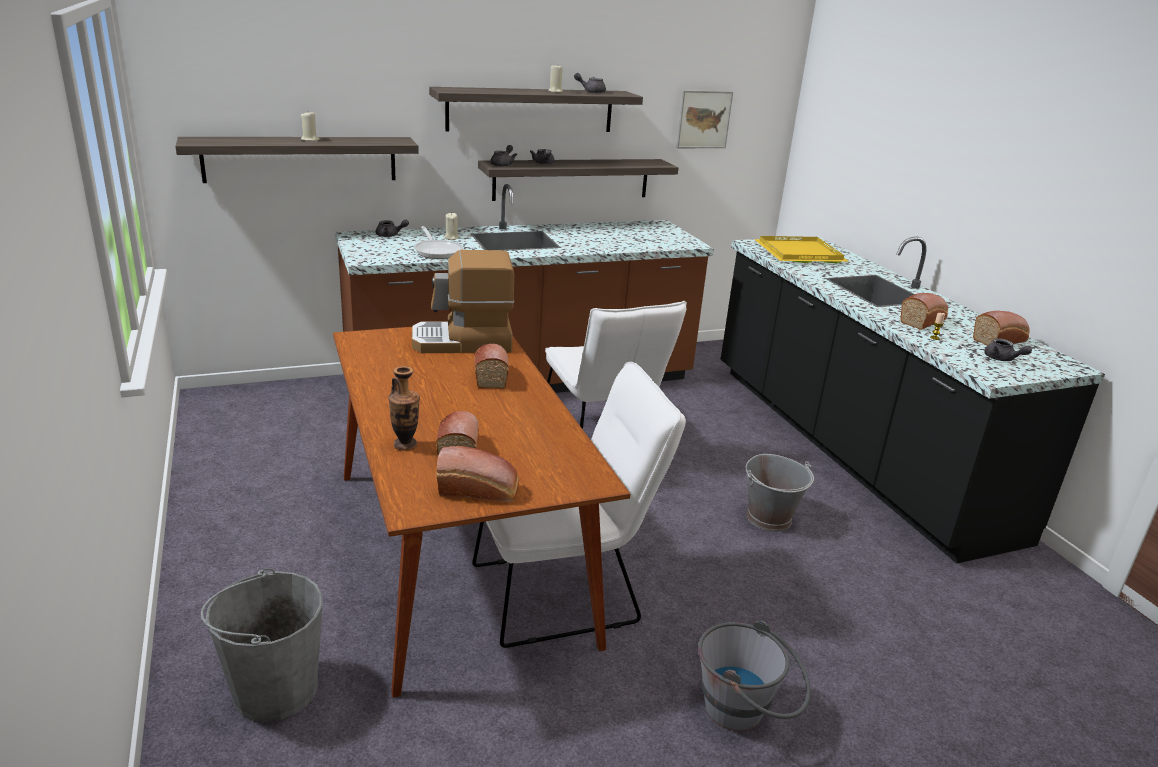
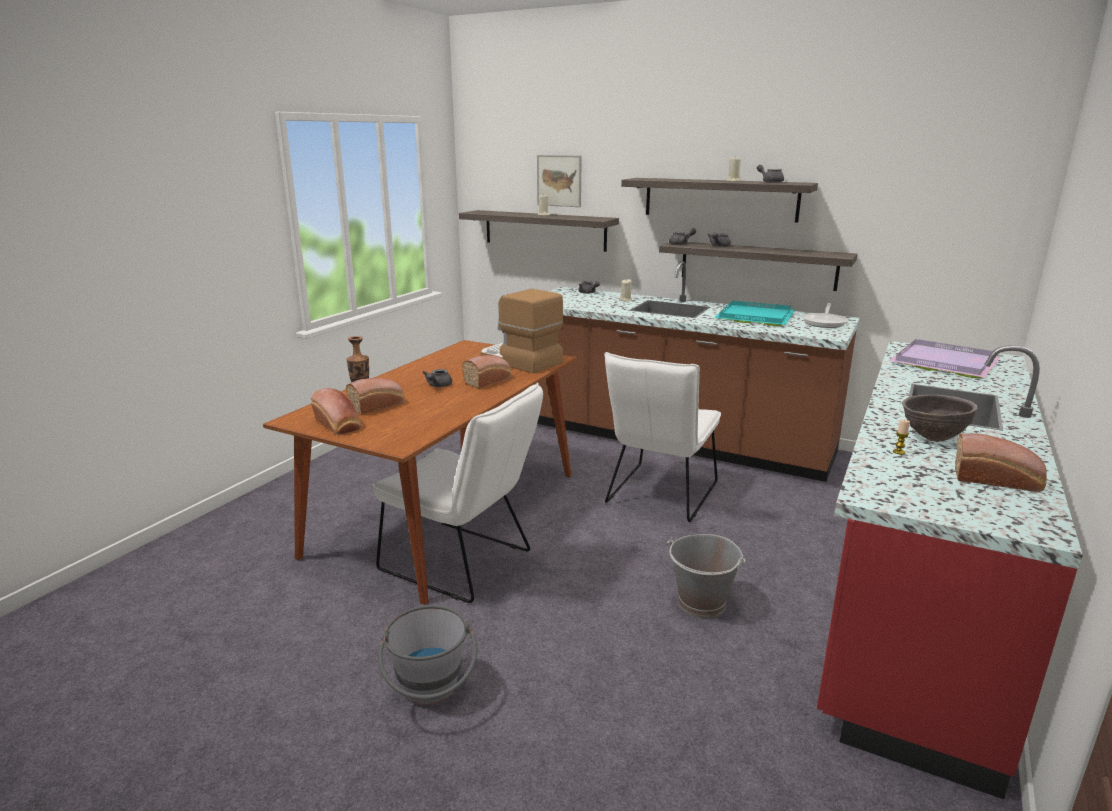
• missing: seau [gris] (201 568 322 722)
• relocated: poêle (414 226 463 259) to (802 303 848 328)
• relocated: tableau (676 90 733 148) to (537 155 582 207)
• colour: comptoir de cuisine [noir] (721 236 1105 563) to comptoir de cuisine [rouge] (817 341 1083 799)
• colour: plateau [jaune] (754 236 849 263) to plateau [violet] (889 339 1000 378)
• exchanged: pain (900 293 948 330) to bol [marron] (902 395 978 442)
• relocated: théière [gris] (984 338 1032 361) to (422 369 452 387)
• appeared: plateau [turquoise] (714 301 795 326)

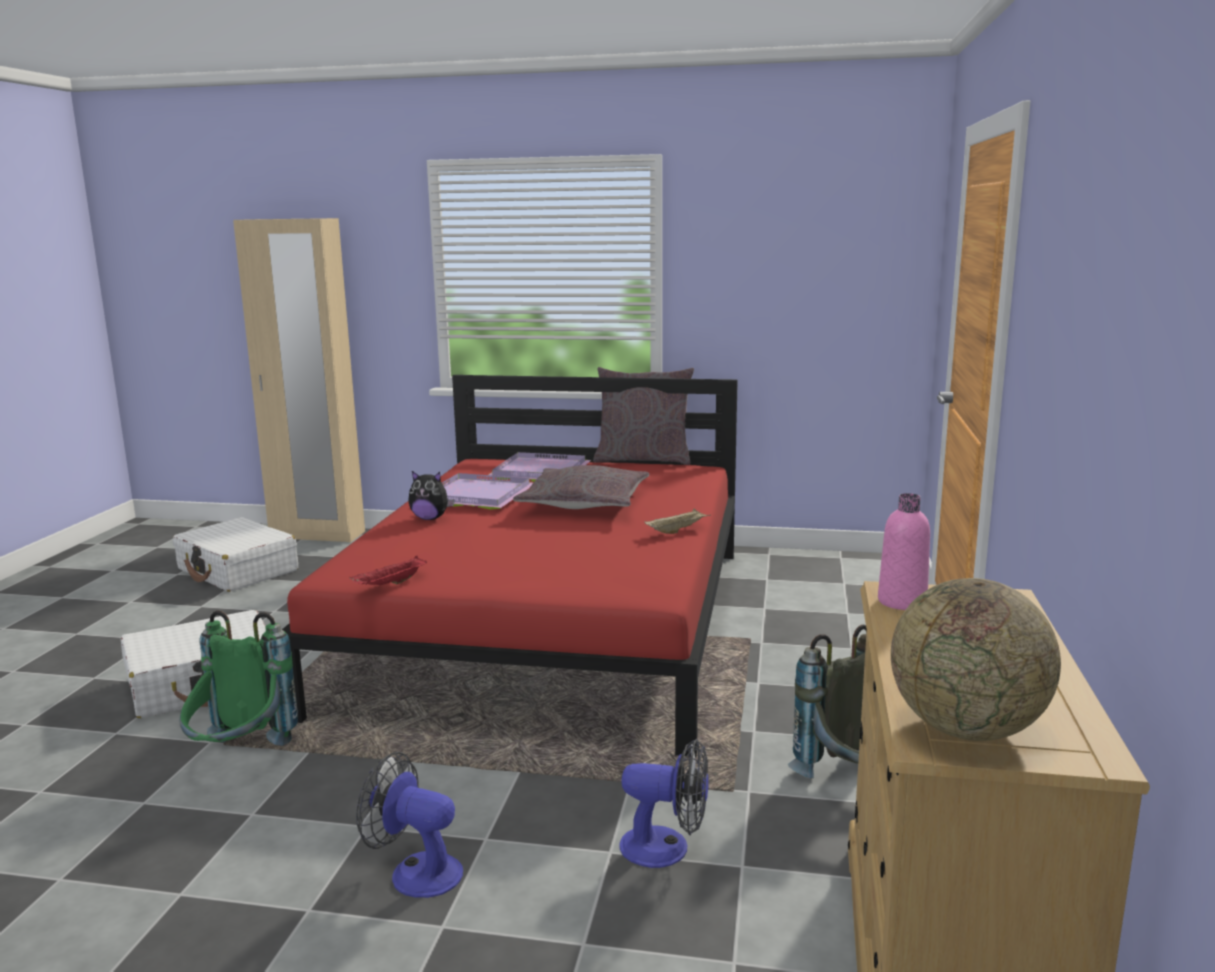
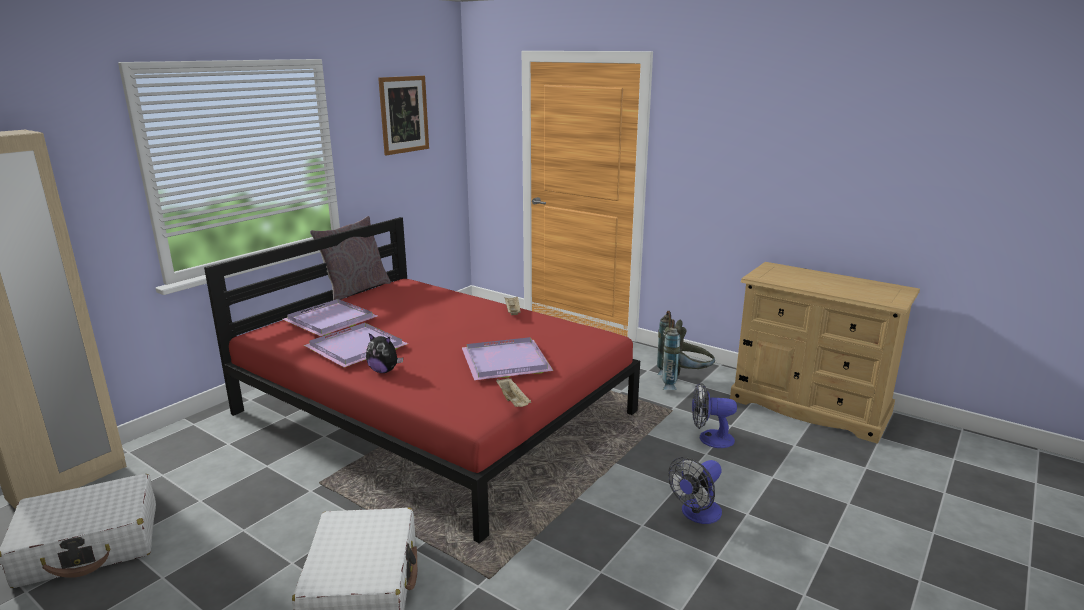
• missing: sac à dos [vert] (180 611 298 746)
• colour: plateau [rouge] (349 556 427 585) to plateau [beige] (496 378 531 407)
• spun: peluche (408 471 454 520) = (366 333 403 373) 75 degrees clockwise
• missing: coussin [gris] (513 465 649 509)
• spun: ventilateur (619 739 709 868) = (692 383 737 448) 120 degrees counterclockwise
• missing: bouteille [rose] (878 493 930 610)
• missing: globe (891 578 1061 741)
• appeared: tableau (378 76 429 155)
• appeared: plateau [violet] (462 337 554 380)

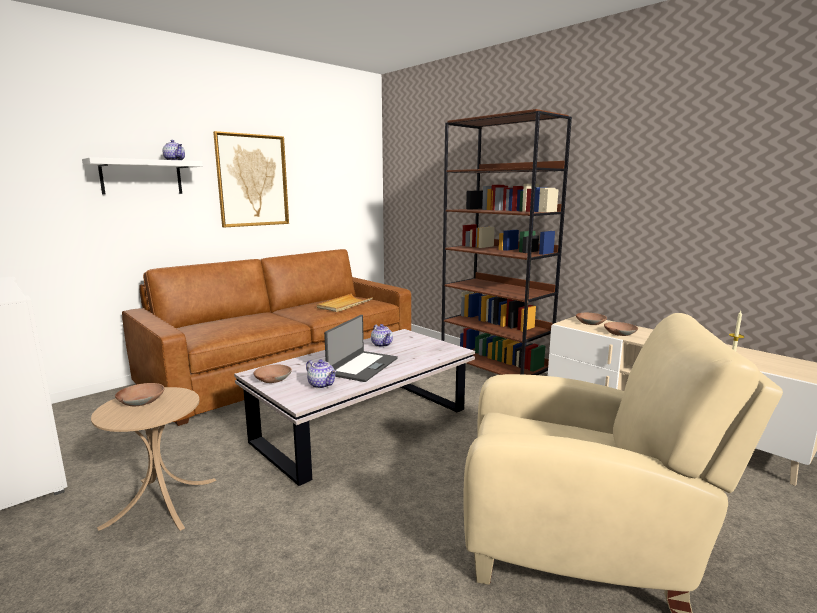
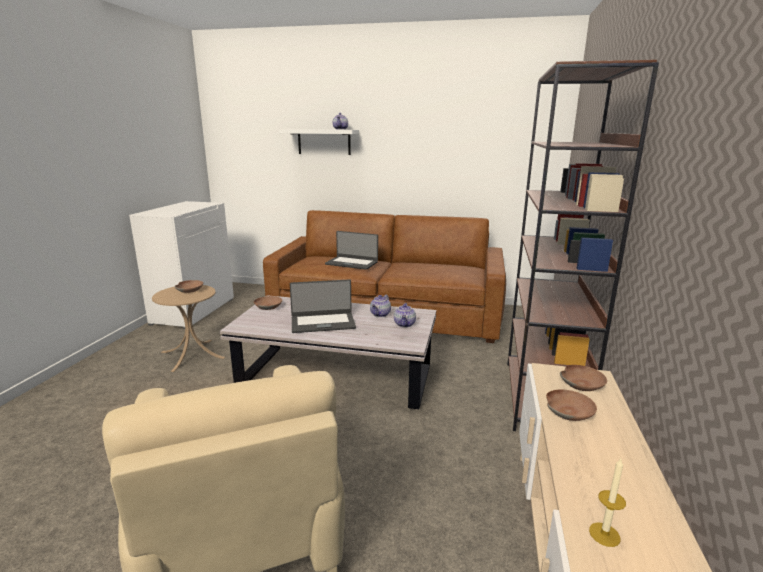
• missing: tableau (213 131 289 227)
• relocated: théière (306 359 337 389) to (394 303 416 328)
• missing: plateau [beige] (317 294 373 312)
• appeared: ordinateur portable (325 231 378 270)

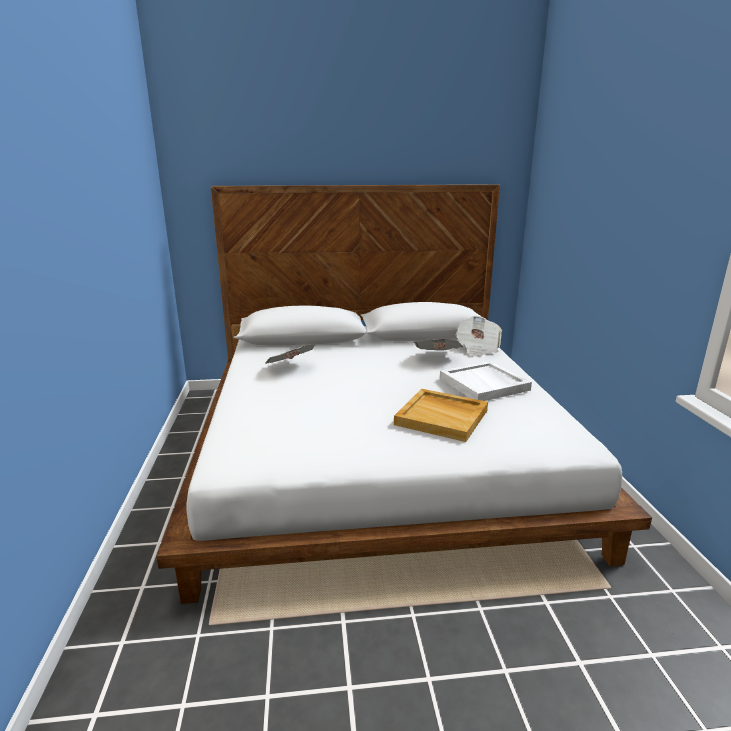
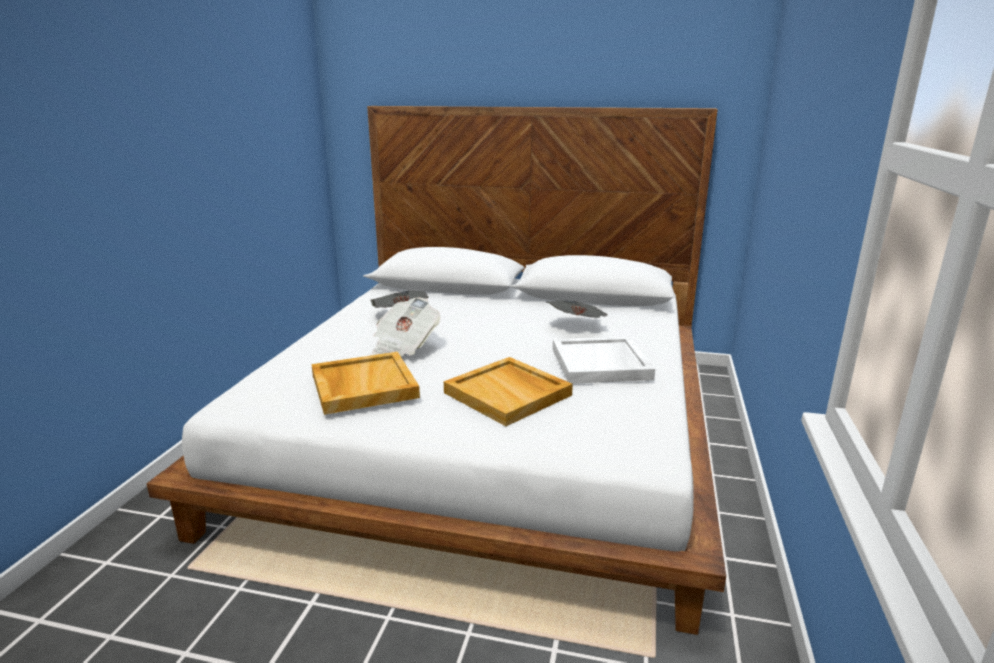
• relocated: journal (456 316 502 357) to (372 297 440 356)
• appeared: plateau [beige] (311 352 420 415)

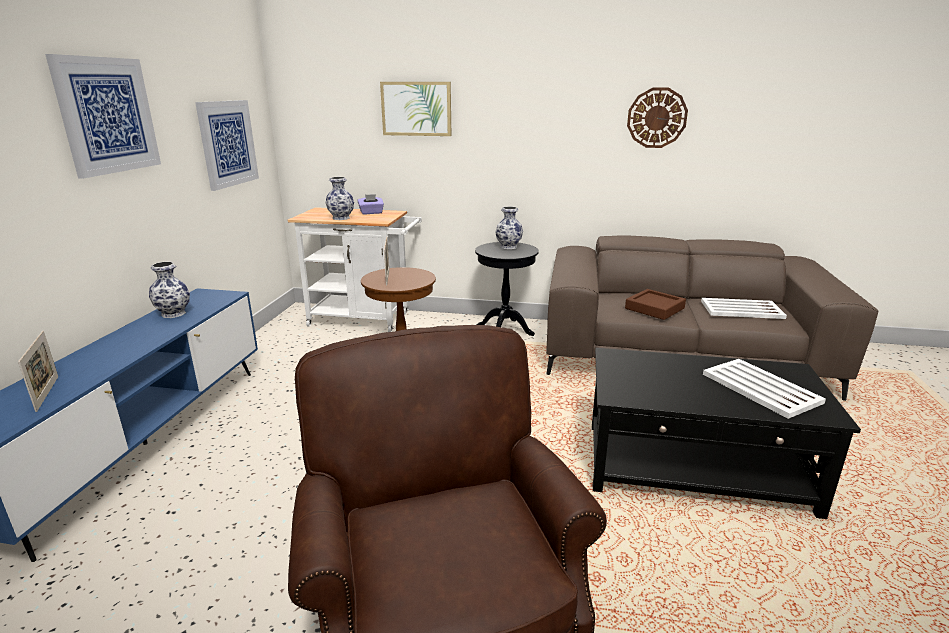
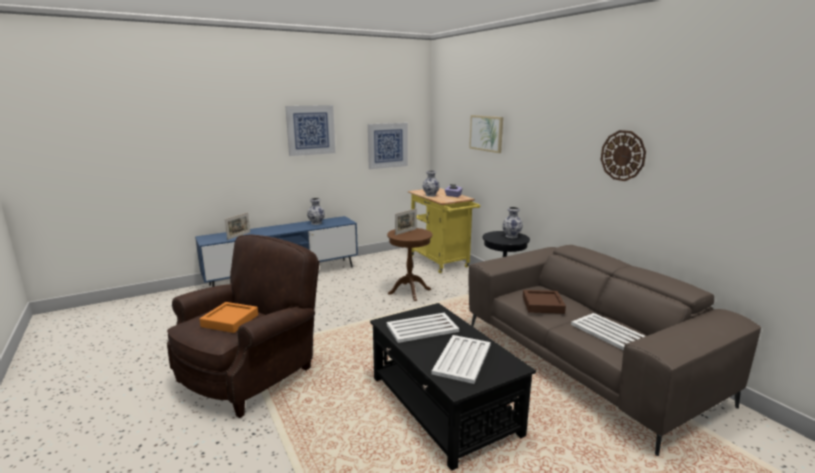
• colour: chariot [blanc] (288 207 422 332) to chariot [jaune] (408 188 480 273)
• appeared: plateau [orange] (199 302 258 333)
• appeared: plateau [blanc] (387 313 459 343)

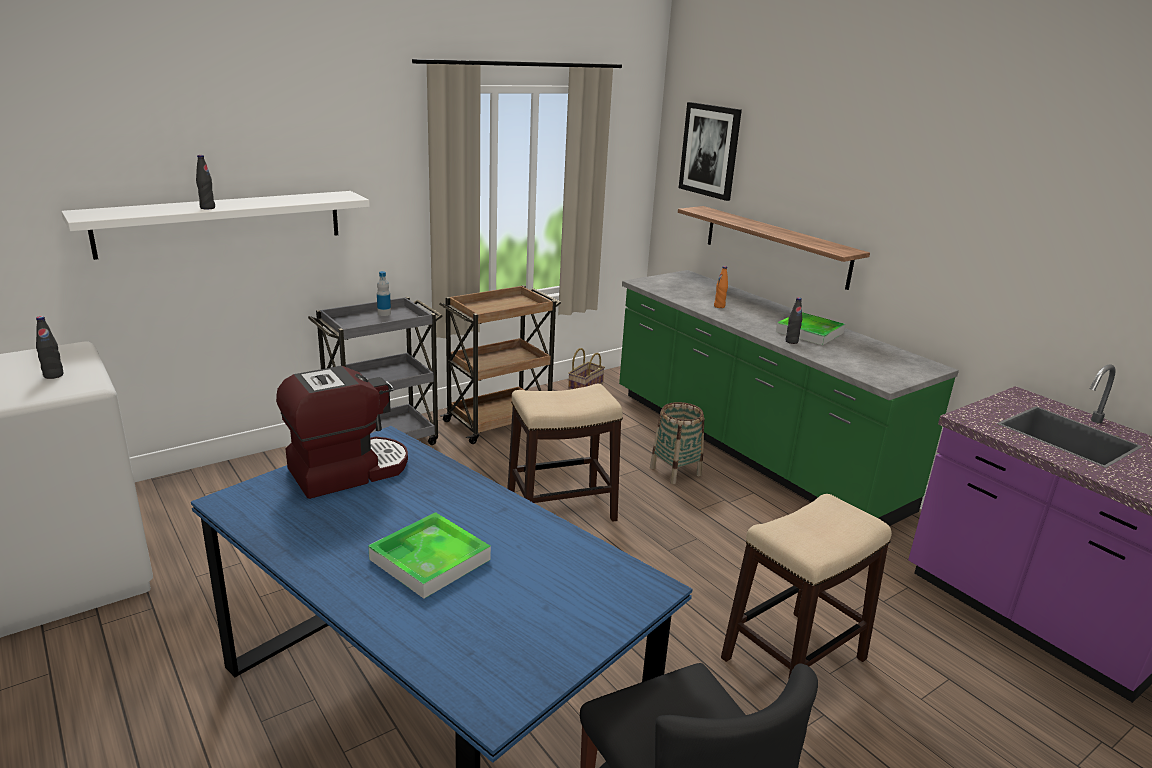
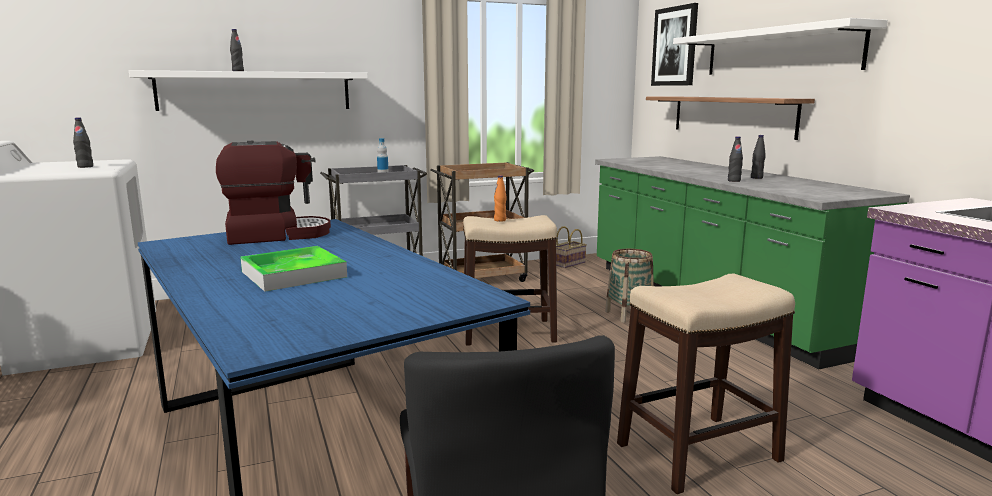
• relocated: bouteille [orange] (714 266 728 308) to (494 176 507 222)
• exchanged: plateau (776 312 845 345) to bouteille [noir] (751 135 766 179)
• appeared: étagère [blanc] (673 18 888 75)

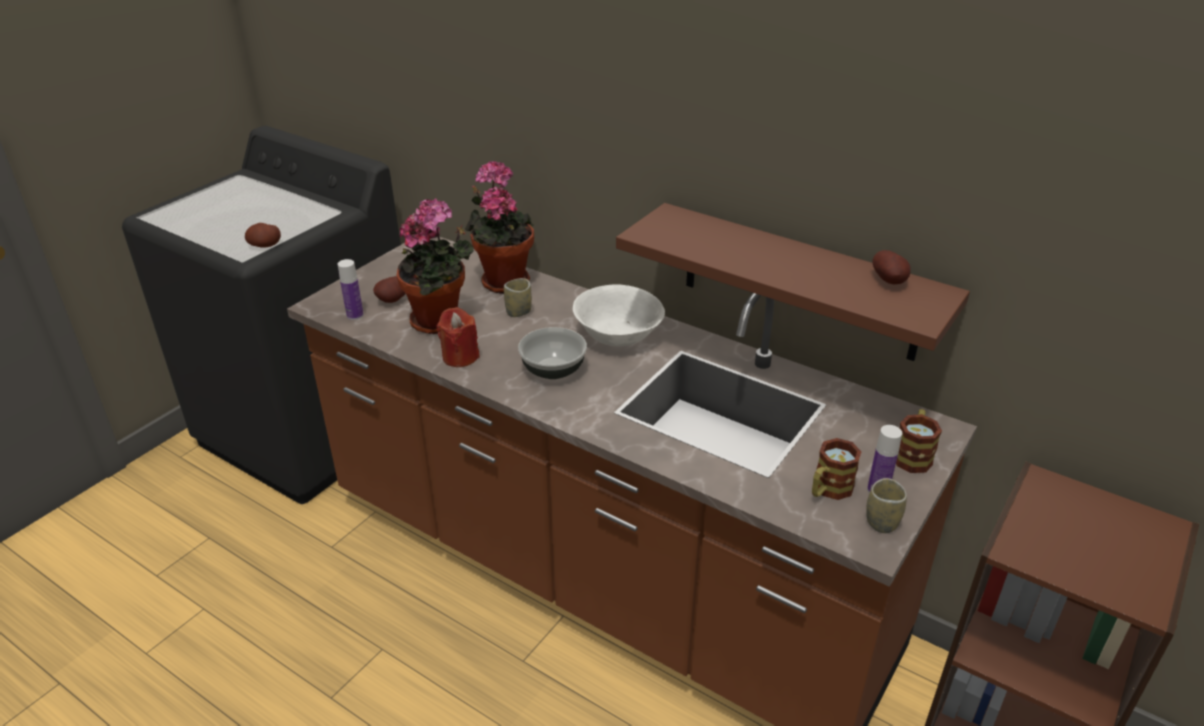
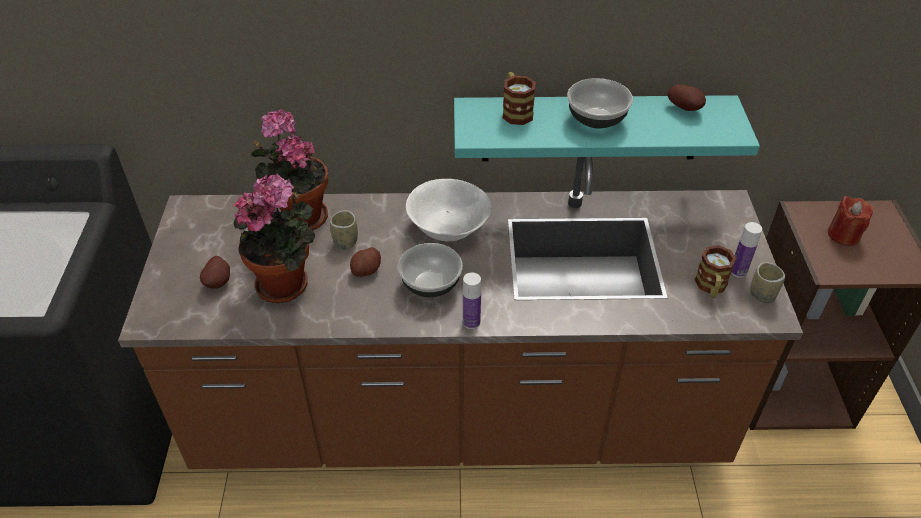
• relocated: pomme de terre (245 223 281 247) to (350 247 381 277)
• relocated: bouteille (338 259 364 320) to (463 272 481 329)
• relocated: bougie [rouge] (437 307 480 367) to (828 196 873 246)
• colour: étagère [marron] (616 203 970 361) to étagère [turquoise] (454 95 760 161)
• relocated: mug (896 409 942 473) to (502 72 536 125)
• appeared: bol (567 78 633 128)

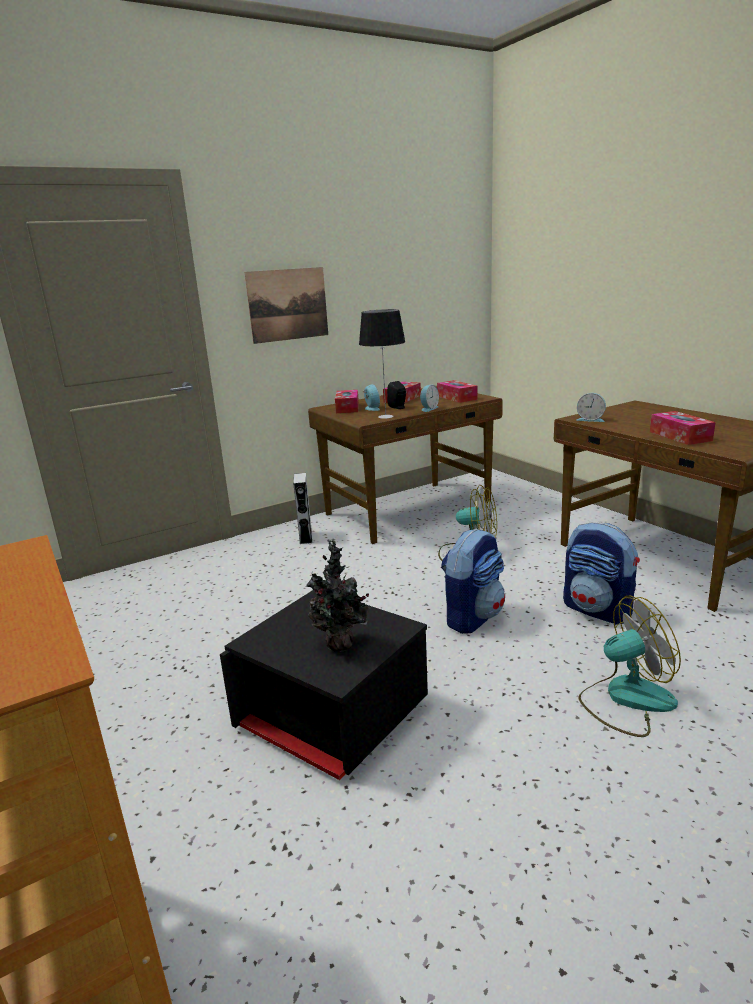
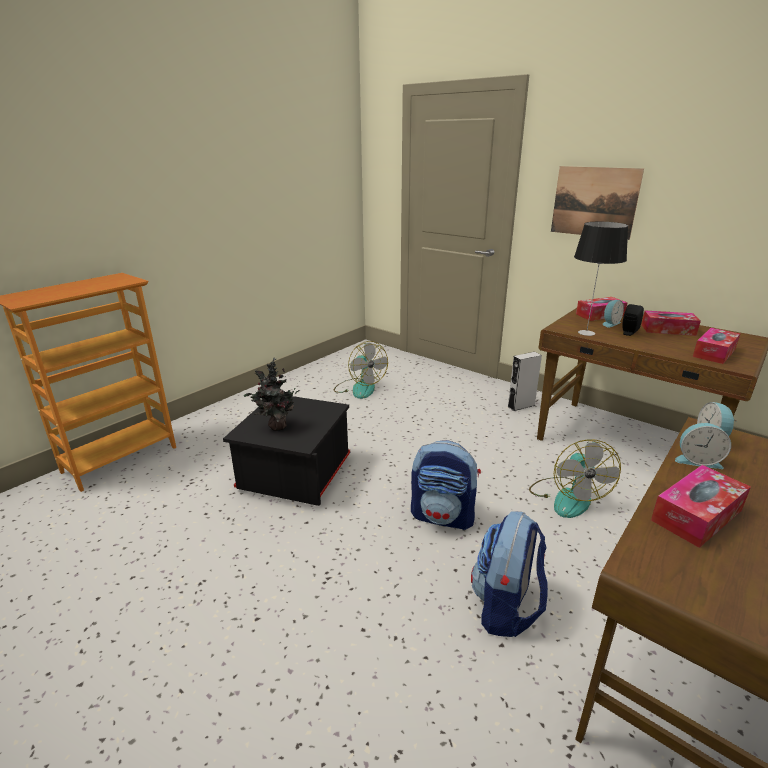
• relocated: réveil (420 385 439 412) to (675 423 731 469)
• relocated: ventilateur (579 595 681 737) to (334 341 388 399)

